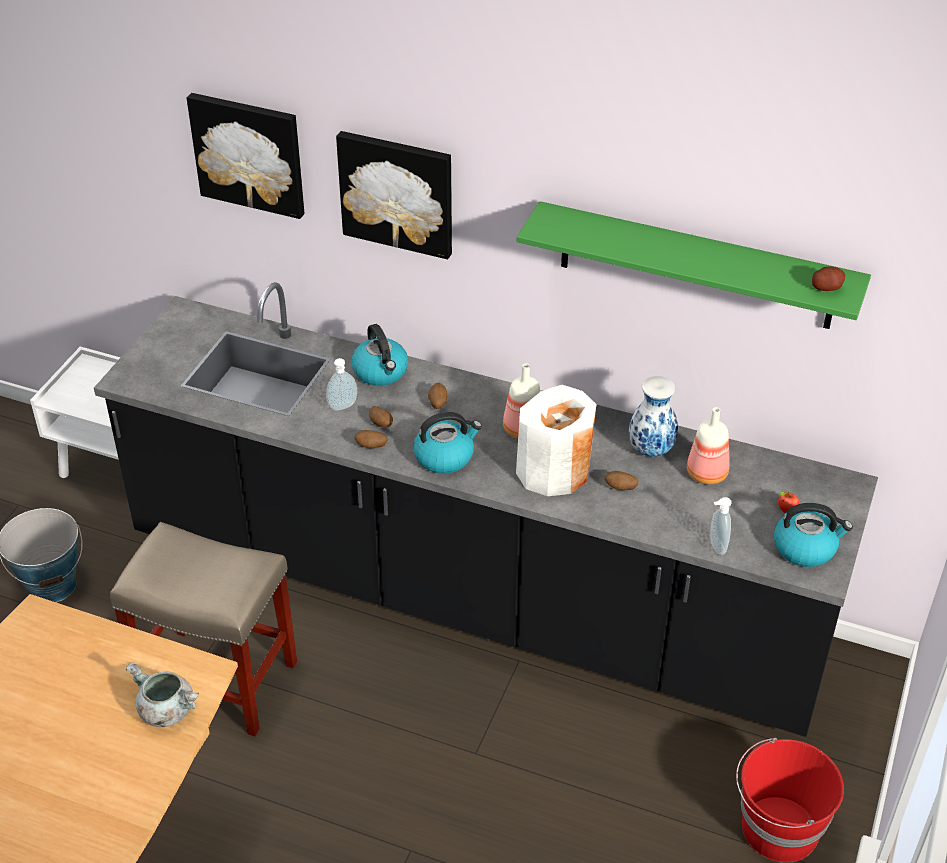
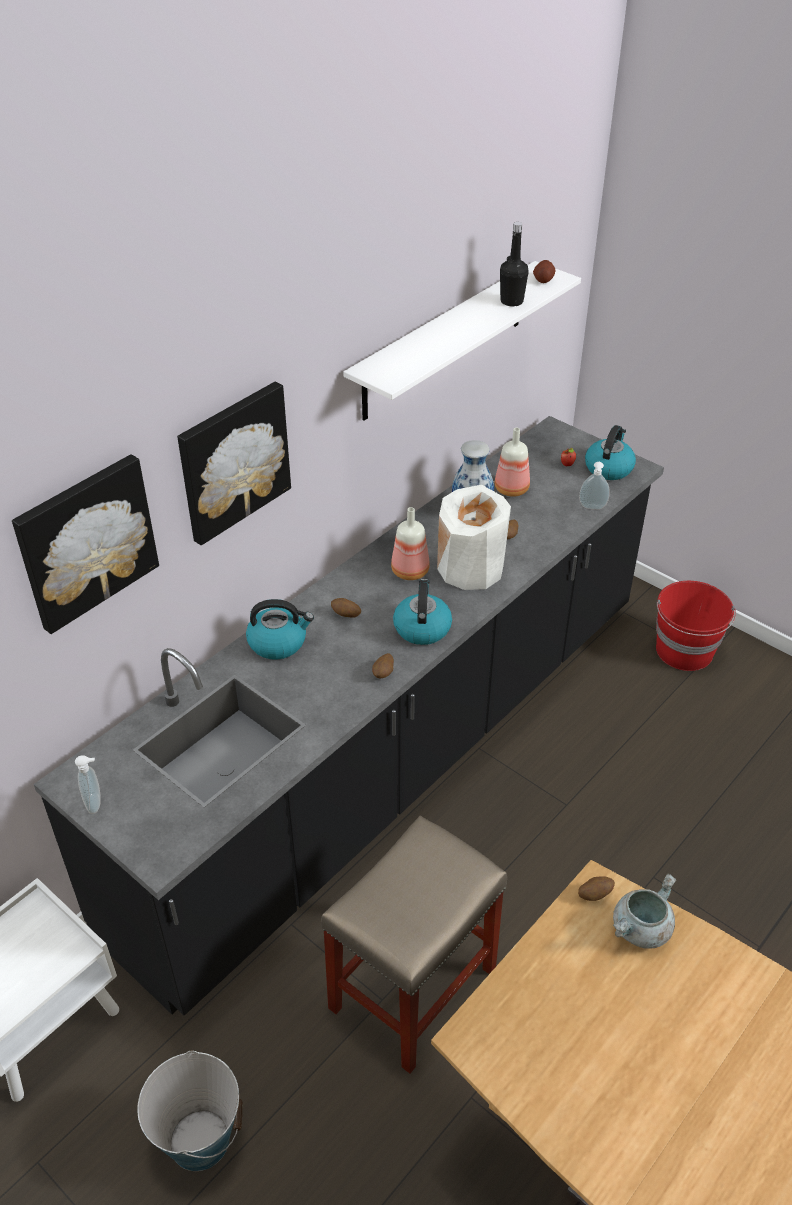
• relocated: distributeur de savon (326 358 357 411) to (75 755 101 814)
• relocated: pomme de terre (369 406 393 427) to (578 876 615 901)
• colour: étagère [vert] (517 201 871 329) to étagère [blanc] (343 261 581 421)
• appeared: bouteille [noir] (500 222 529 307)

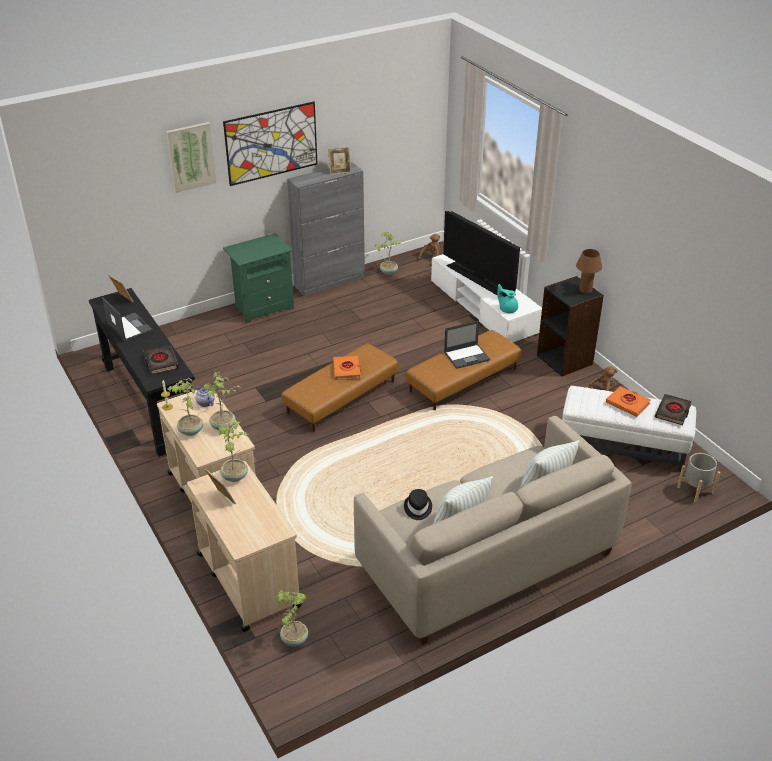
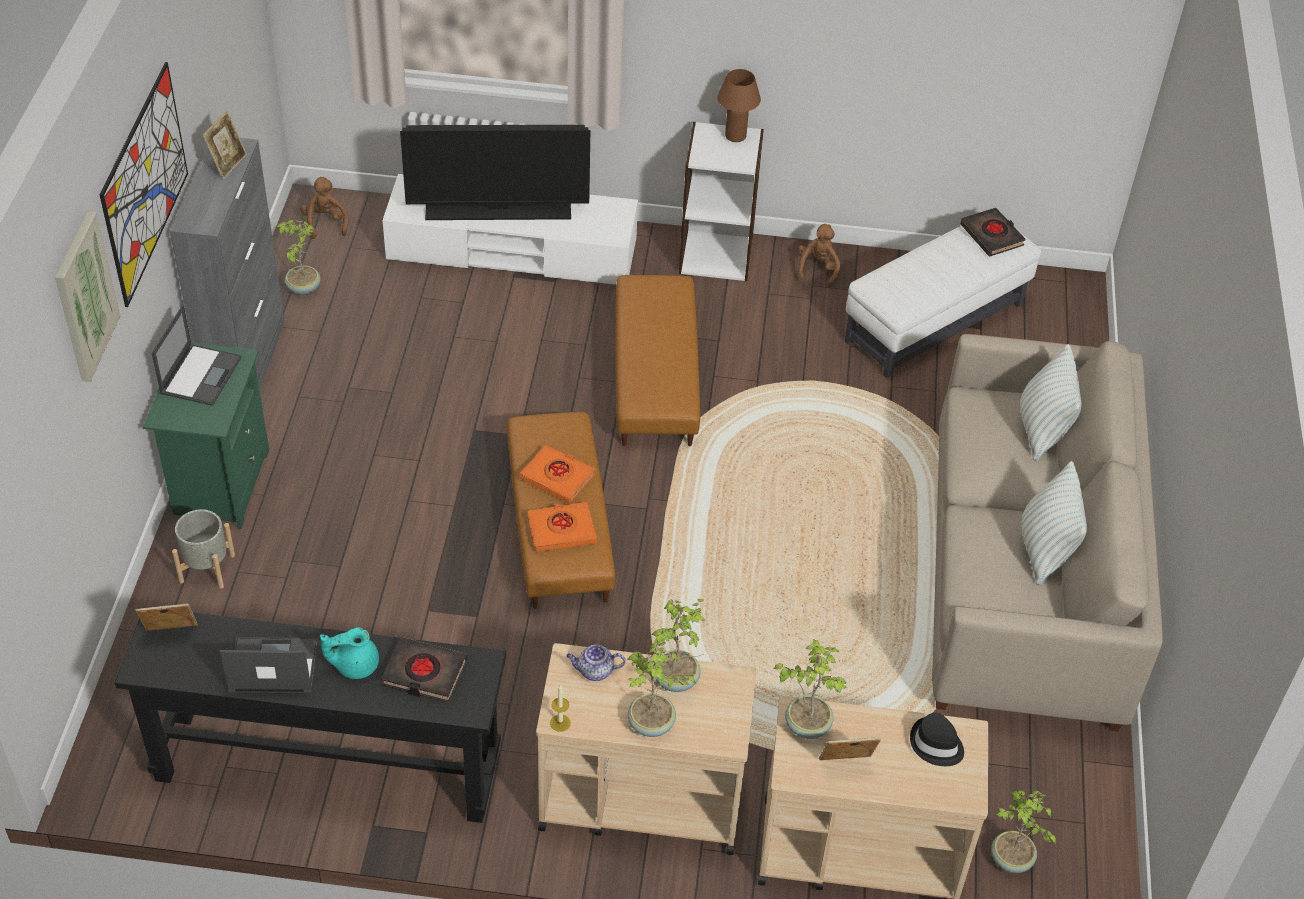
• relocated: chapeau [noir] (404 489 432 520) to (910 713 964 766)
• relocated: ordinateur portable (444 321 490 369) to (152 305 242 406)
• relocated: théière [turquoise] (497 284 518 313) to (320 627 379 679)
• colour: bibliothèque [noir] (537 276 604 376) to bibliothèque [blanc] (679 122 764 281)
• relocated: livre [orange] (606 386 651 417) to (528 502 597 552)
• relocated: cache-pot [gris] (677 453 720 503) to (172 509 235 589)

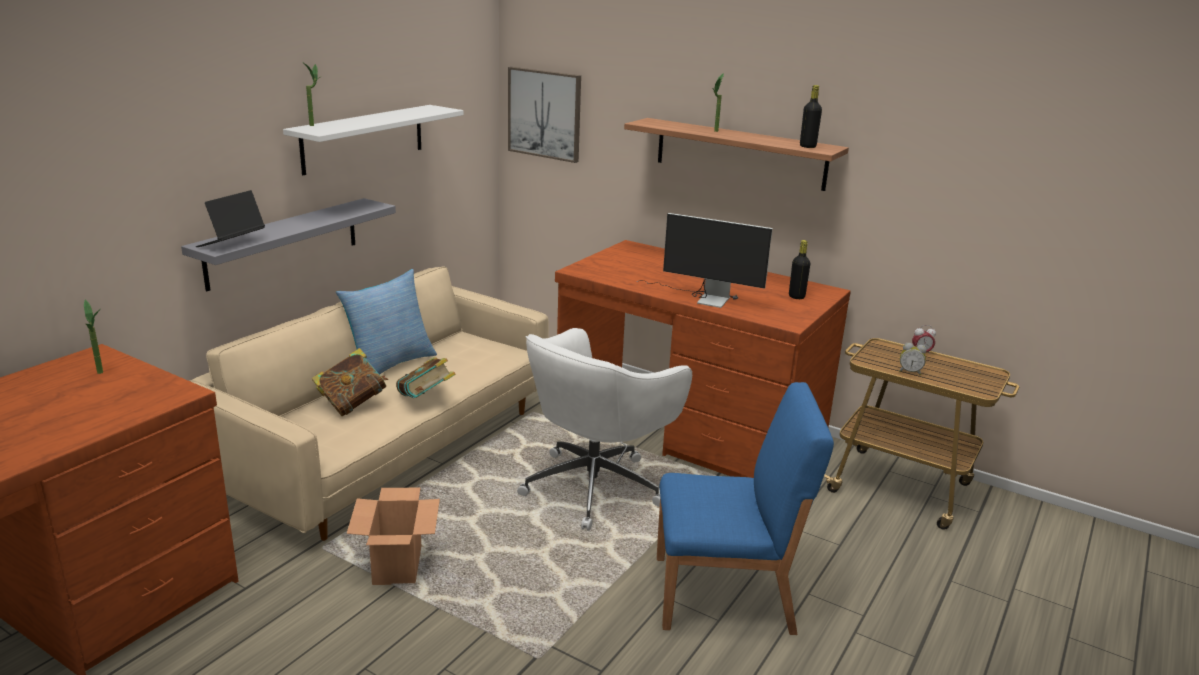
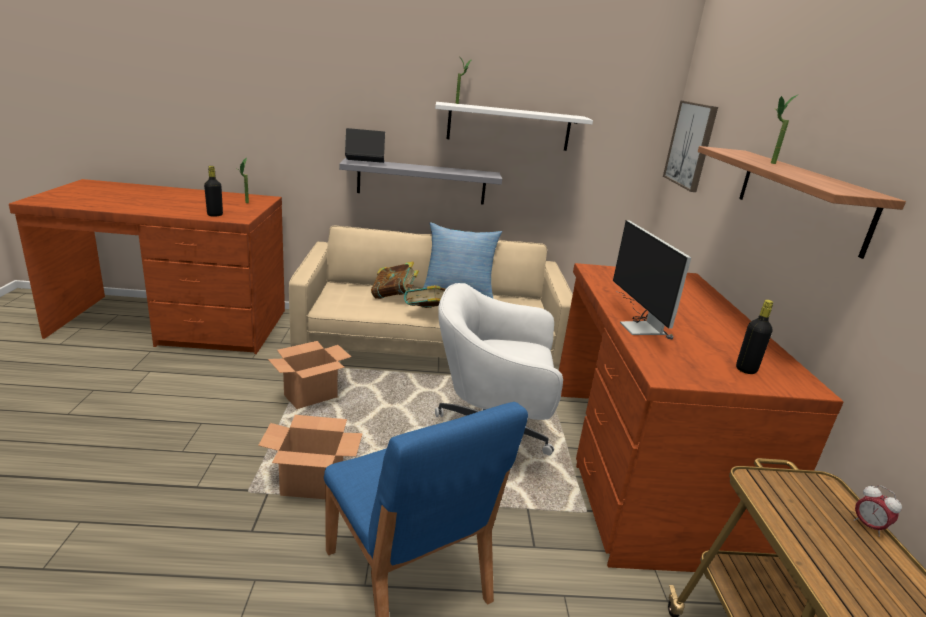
• relocated: bouteille [noir] (800 85 822 148) to (204 166 223 217)
• missing: réveil (899 343 927 375)
• appeared: carton (258 415 363 499)

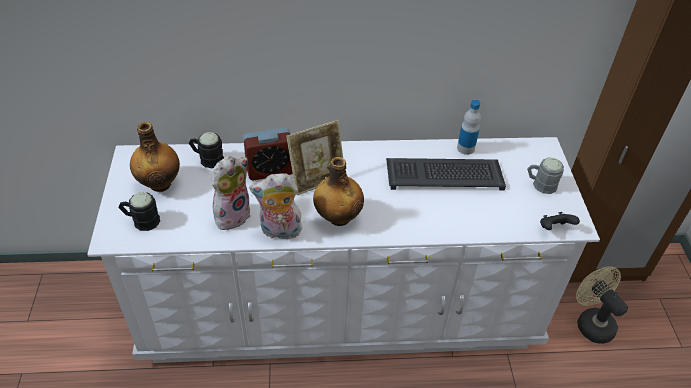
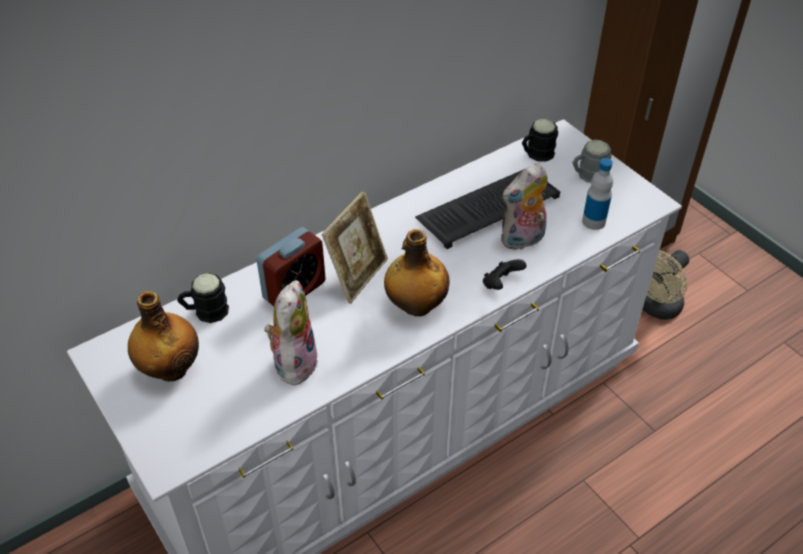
• relocated: mug [noir] (118 192 160 231) to (522 119 558 162)
• relocated: peluche (249 173 302 239) to (501 162 548 250)
• relocated: bouteille (457 100 481 155) to (582 158 613 230)
• relocated: manette [noir] (540 212 580 230) to (483 259 526 290)
• spun: ventilateur [beige] (576 266 628 344) = (643 250 689 320) 75 degrees counterclockwise

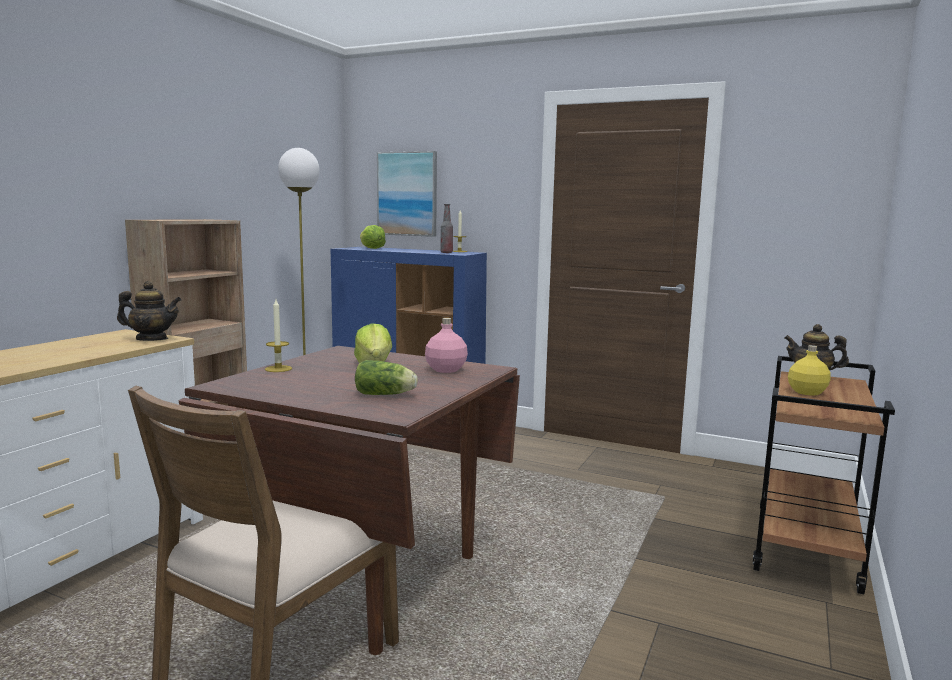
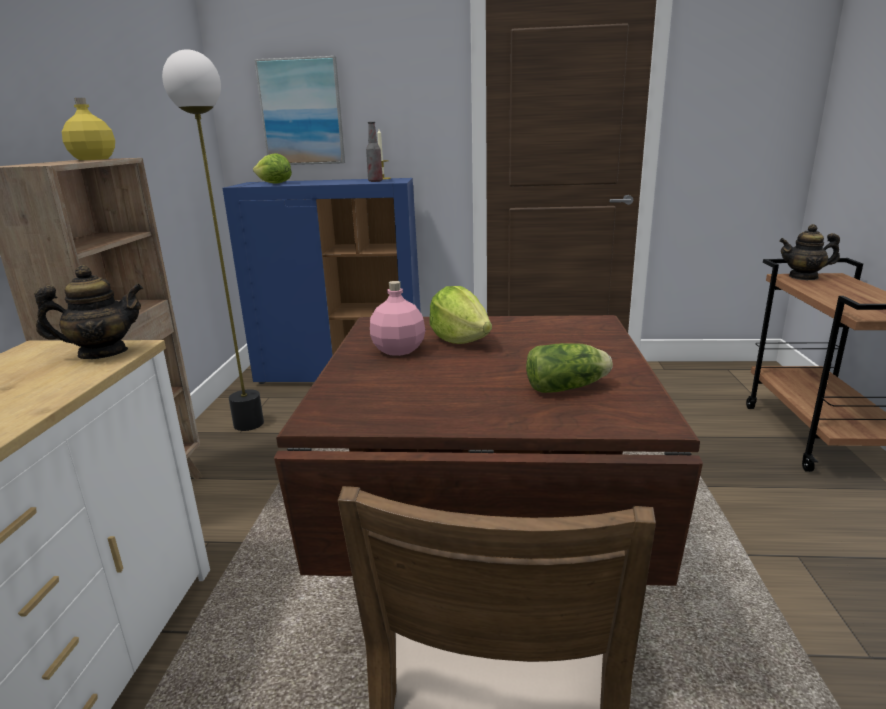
• missing: bougie (265 300 292 372)
• relocated: bouteille [rose] (425 318 468 373) to (370 281 425 356)
• relocated: bouteille [jaune] (788 345 831 396) to (62 98 115 160)

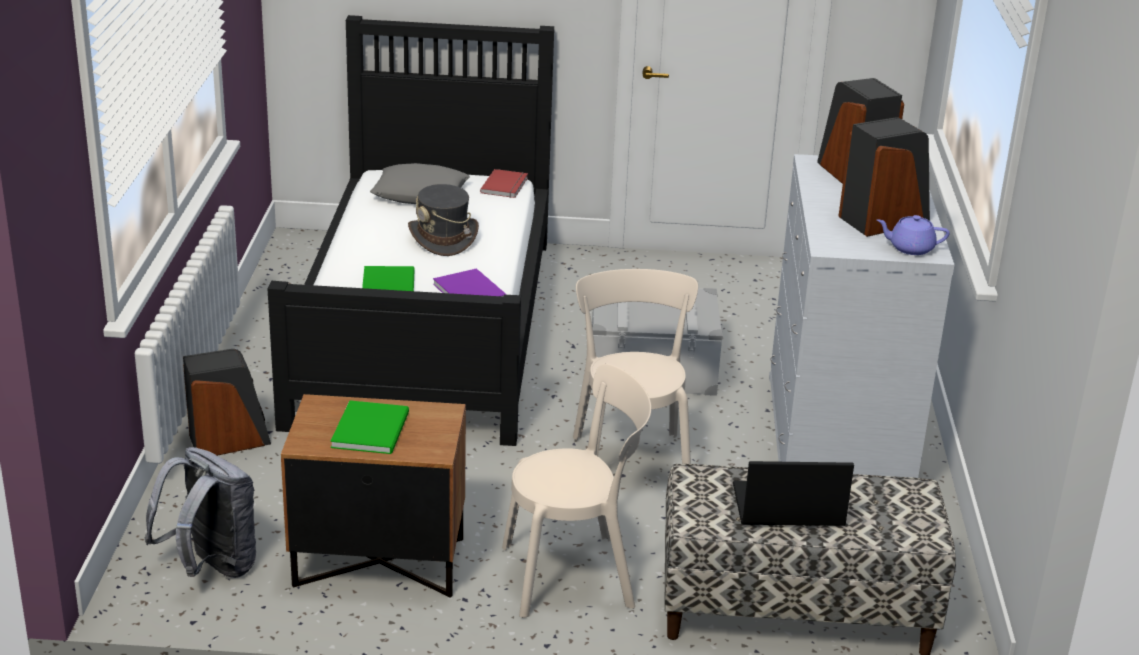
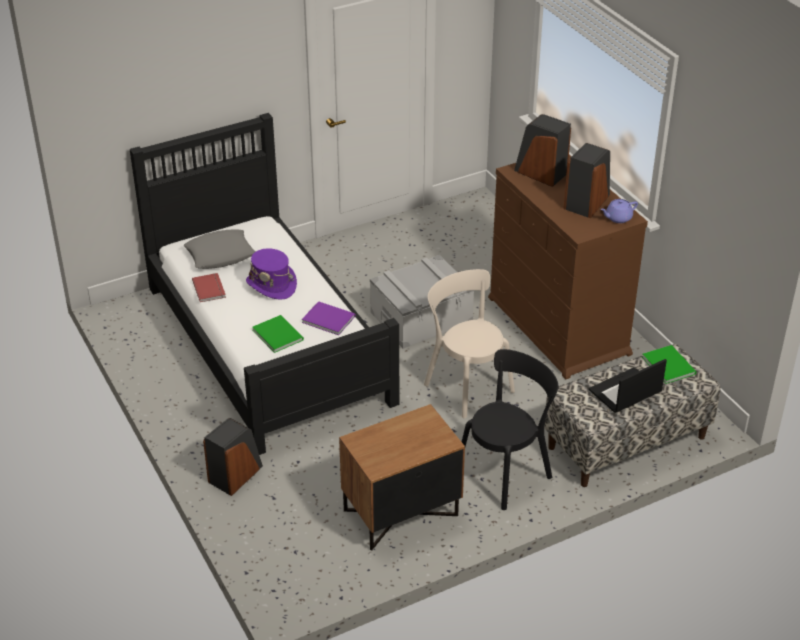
• missing: sac à dos [gris] (145 447 256 578)
• relocated: livre [vert] (330 400 409 454) to (642 345 696 384)
• colour: chapeau [gris] (408 184 479 256) to chapeau [violet] (246 248 297 300)
• relocated: livre [rouge] (480 169 528 198) to (192 273 226 302)
• colour: chaise [beige] (502 363 651 618) to chaise [noir] (462 349 559 510)
• colour: commode [blanc] (769 154 954 480) to commode [marron] (488 155 648 379)

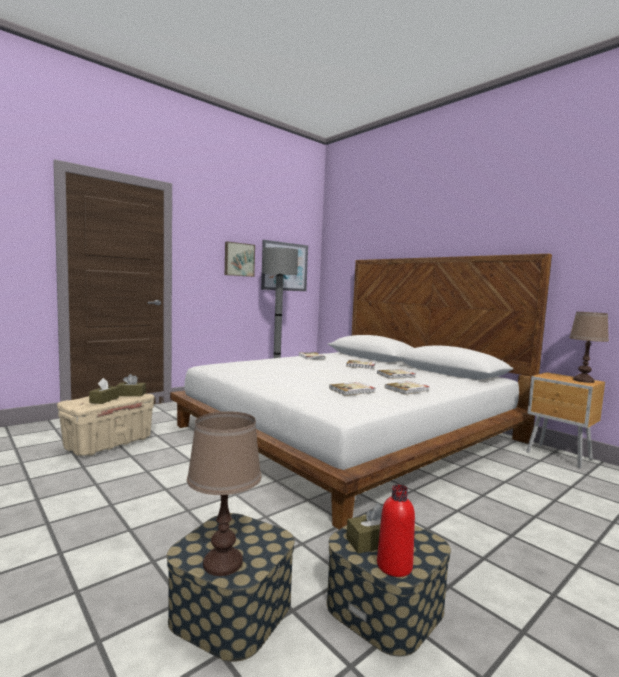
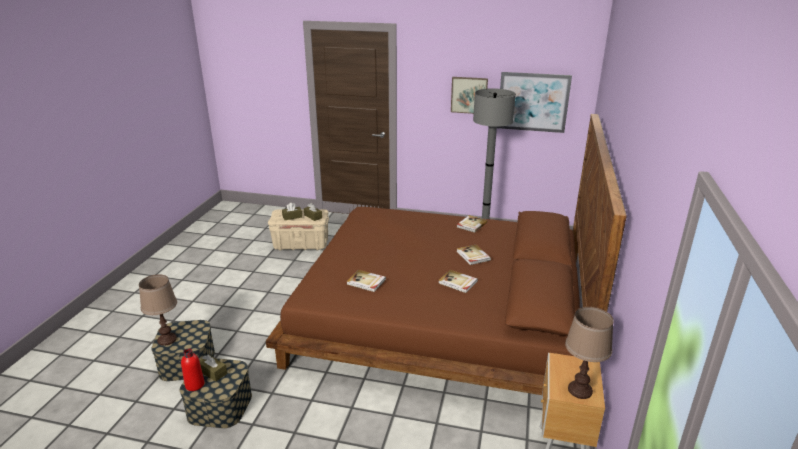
• colour: lit [blanc] (170 254 552 529) to lit [marron] (266 114 627 395)
• missing: livre (385 381 430 395)

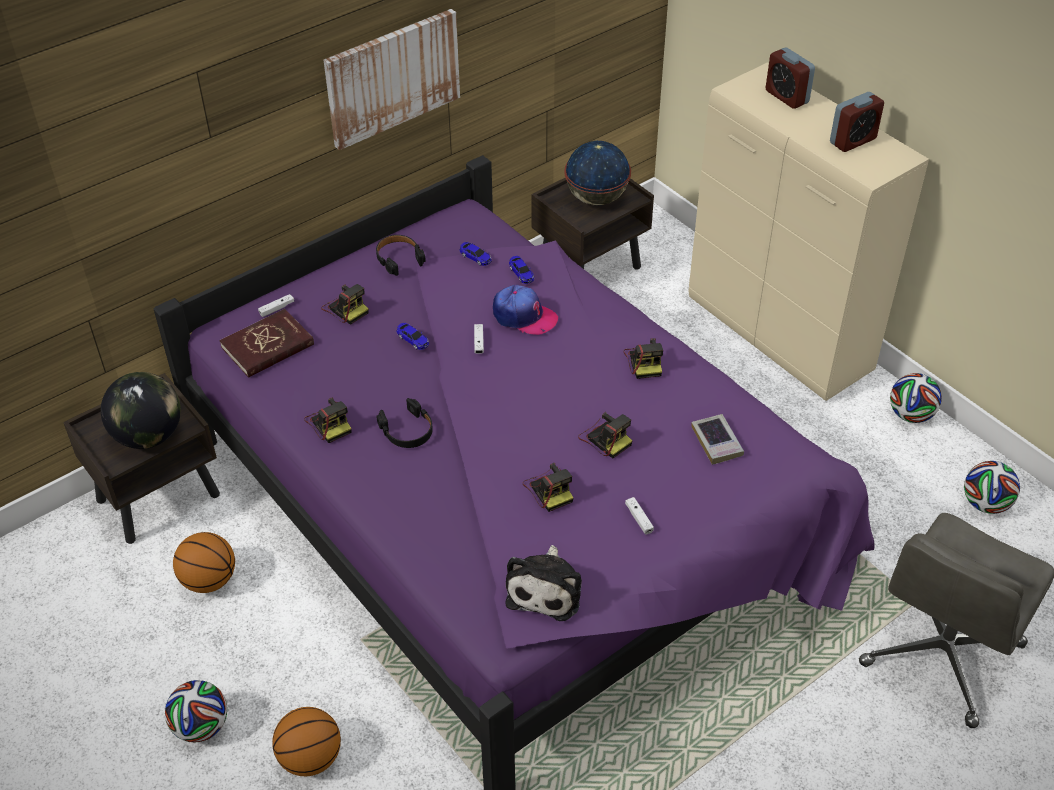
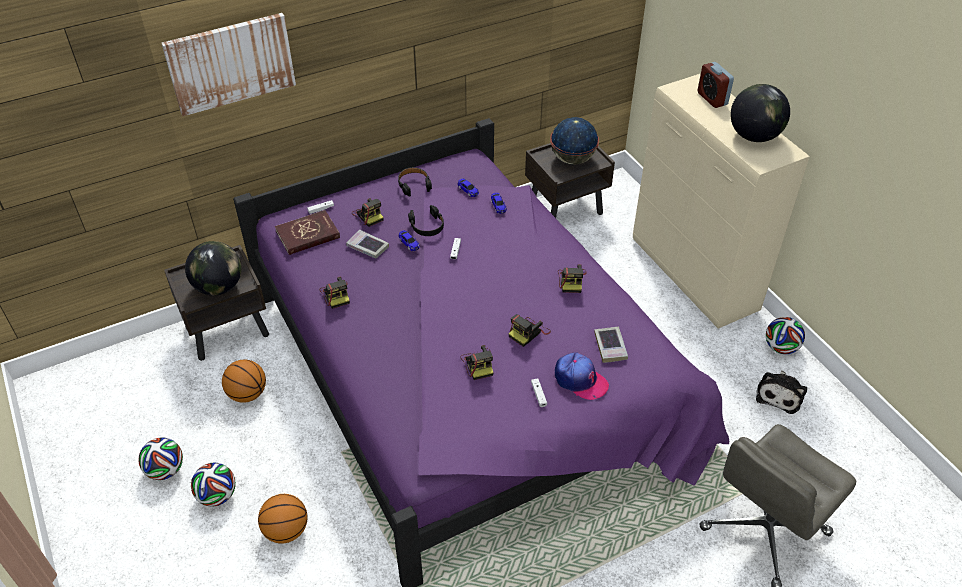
• relocated: tableau (324 9 460 150) to (162 13 296 116)
• relocated: casque audio [noir] (376 398 433 448) to (408 205 444 236)
• relocated: casquette (493 285 558 335) to (555 353 609 400)
• relocated: peluche (505 545 582 621) to (756 370 807 414)
• spun: appareil photo (578 412 632 458) = (508 314 551 347) 75 degrees clockwise
• exchanged: réveil (830 92 884 152) to globe (730 84 790 142)
• relocated: ballon de foot (964 461 1020 514) to (138 437 183 480)
• appeared: livre (346 230 389 259)

